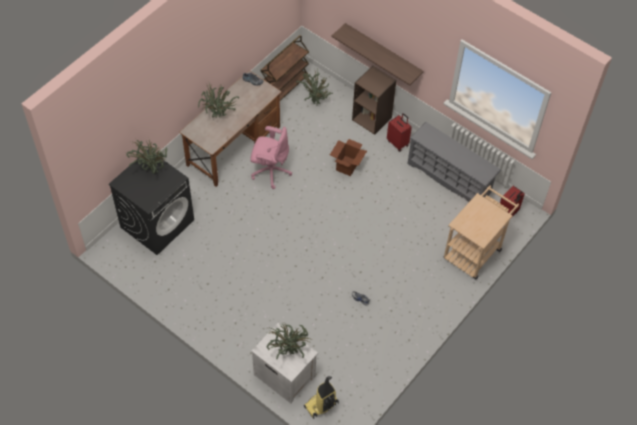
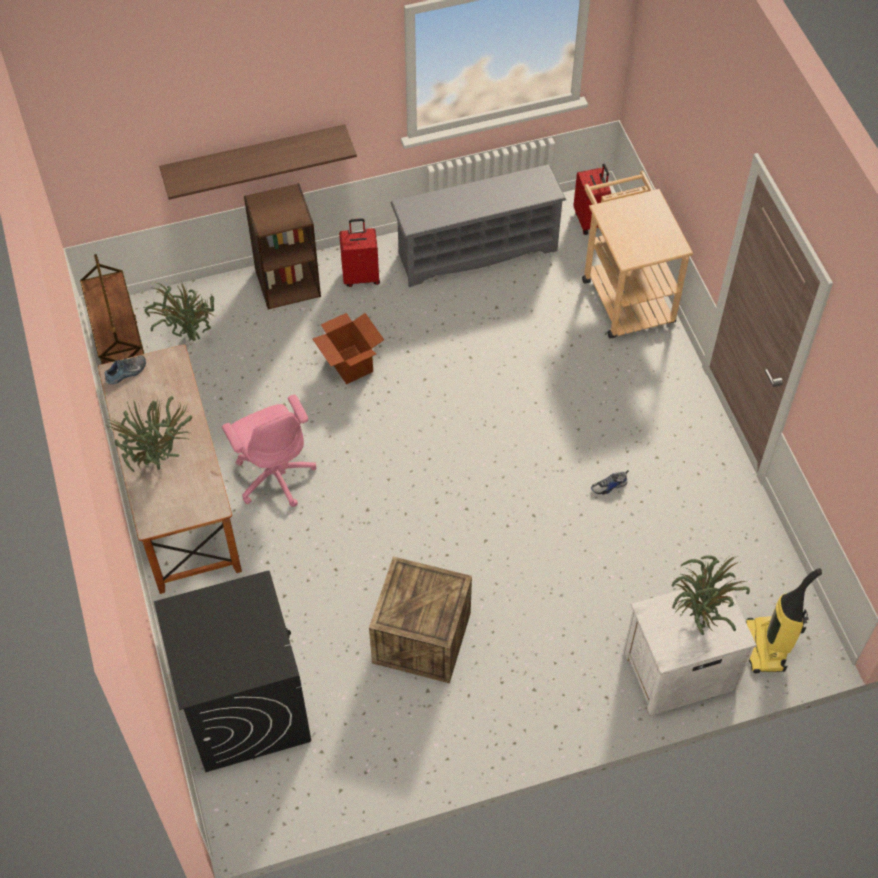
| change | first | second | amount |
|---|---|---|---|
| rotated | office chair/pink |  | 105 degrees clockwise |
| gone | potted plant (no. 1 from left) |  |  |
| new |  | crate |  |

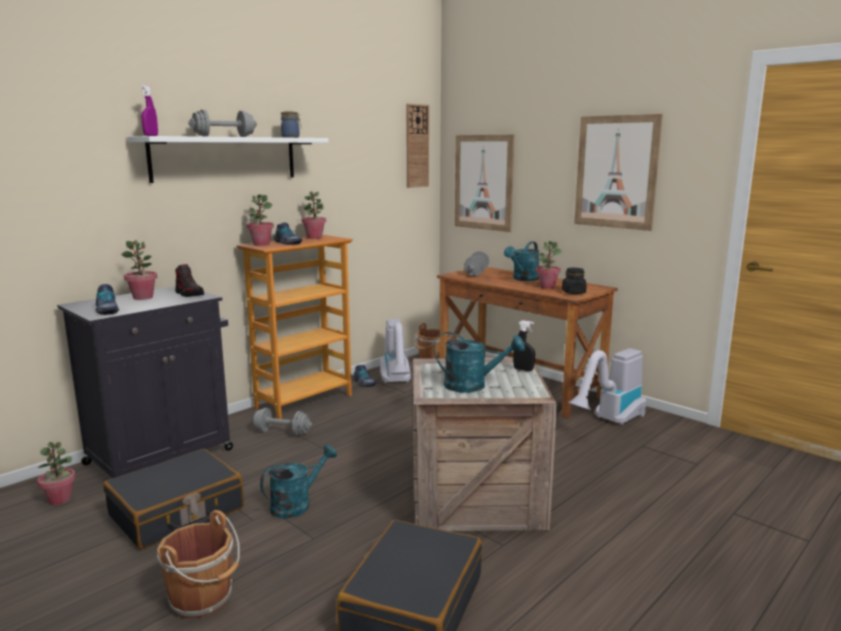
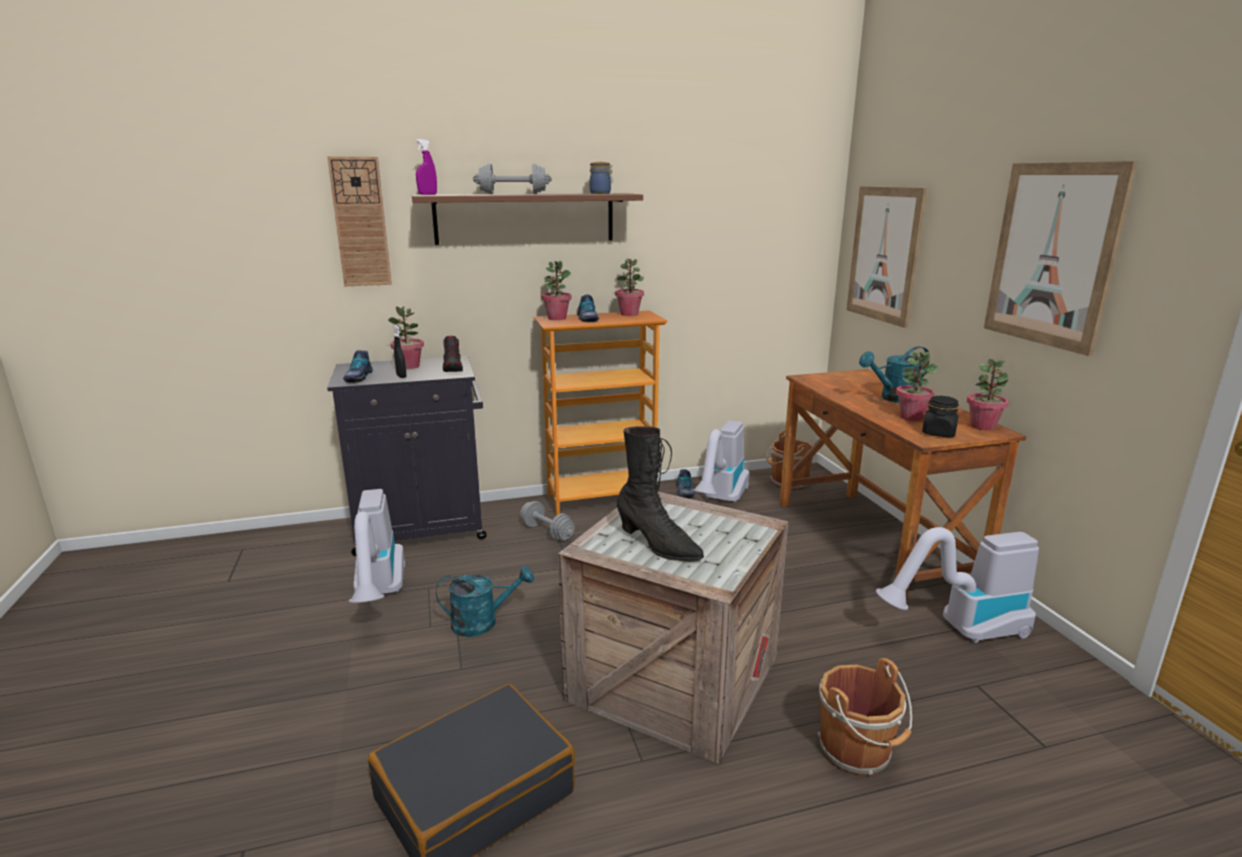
| change | first | second | amount |
|---|---|---|---|
| shifted | wall clock |  |  |
| repainted | shelf/white | shelf/brown |  |
| gone | dumbbell/grey (no. 3 from left) |  |  |
| shifted | spray bottle/black |  |  |
| swapped | watering can/turquoise (no. 2 from left) | boot/black |  |
| shifted | potted plant (no. 1 from left in the first image) | potted plant (no. 5 from left) |  |
| swapped | suitcase/black (no. 1 from left) | vacuum cleaner (no. 1 from left) |  |
| shifted | bucket/brown (no. 1 from left in the first image) | bucket/brown (no. 2 from left) |  |

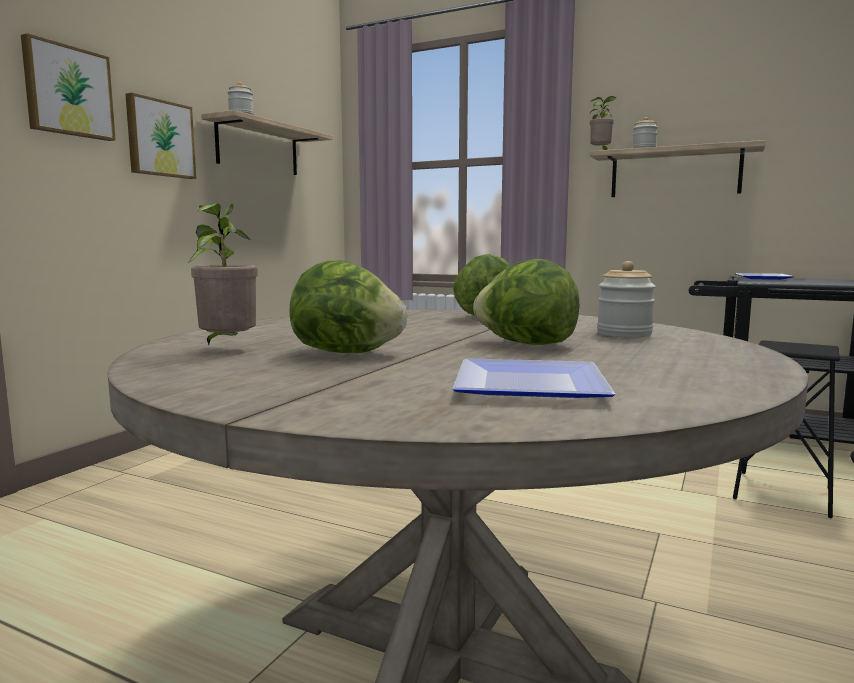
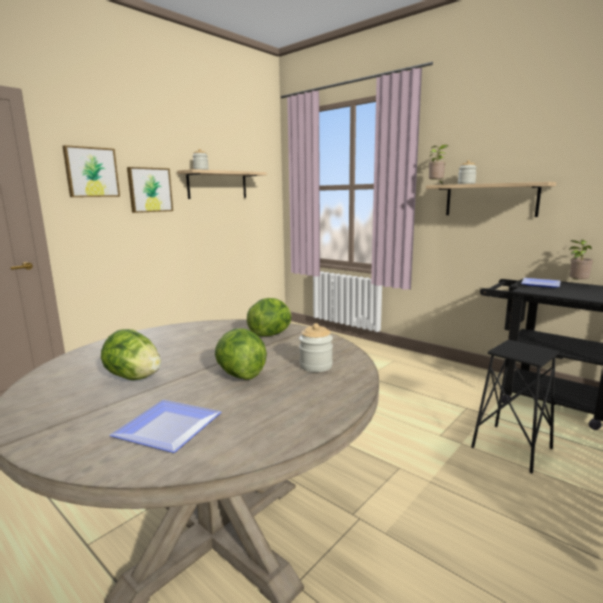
| change | first | second | amount |
|---|---|---|---|
| shifted | potted plant (no. 1 from left in the first image) | potted plant (no. 2 from left) |  |

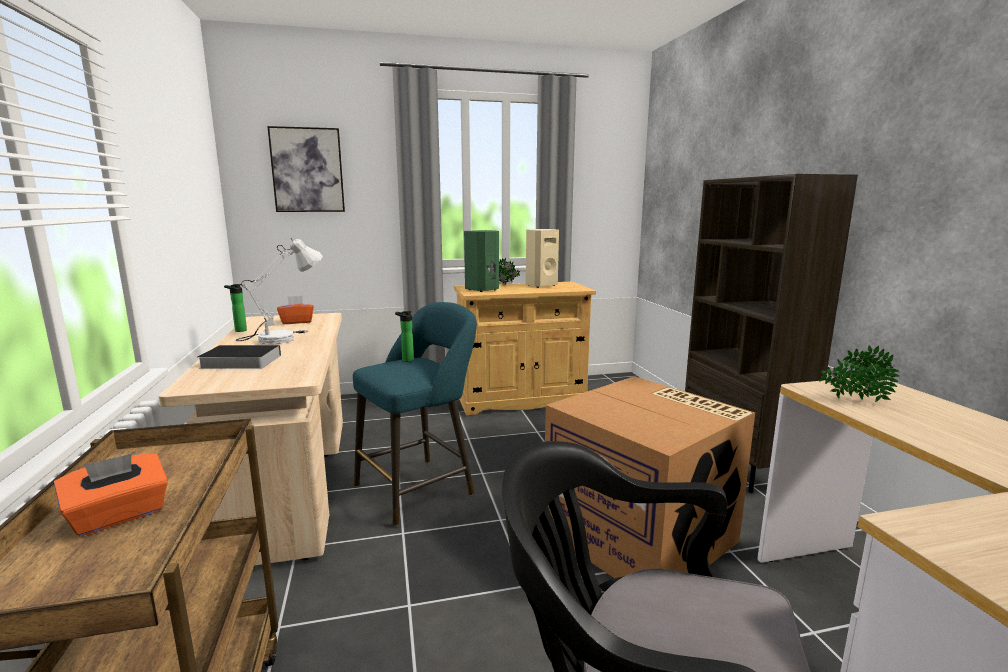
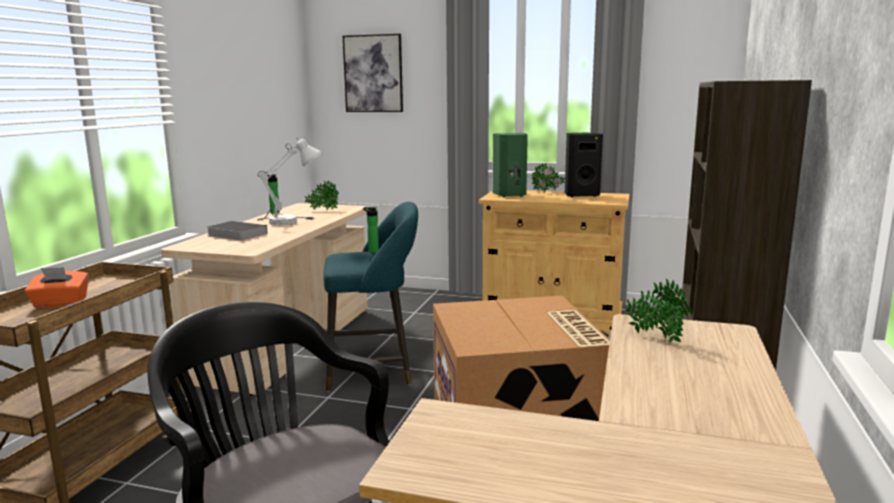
| change | first | second | amount |
|---|---|---|---|
| repainted | speaker/beige | speaker/black |  |
| swapped | tissue box/orange (no. 2 from left) | potted plant (no. 1 from left) |  |

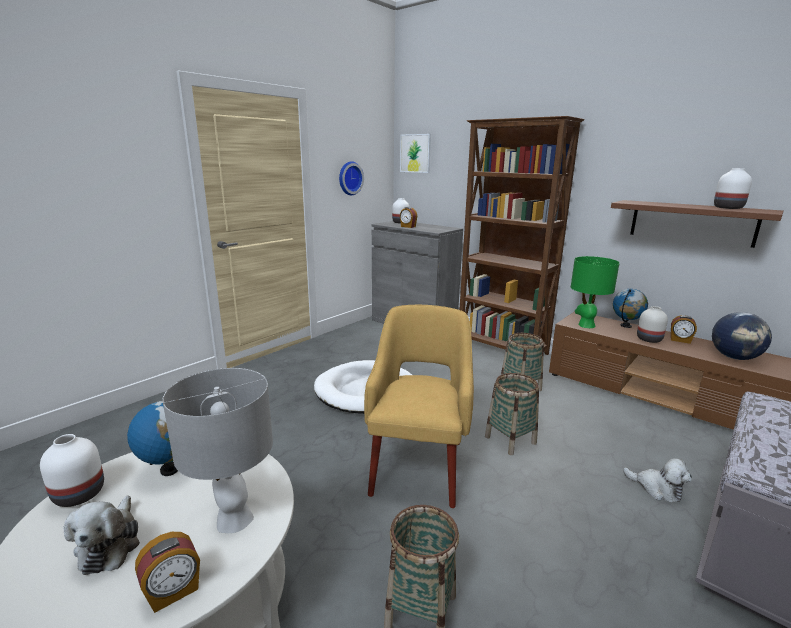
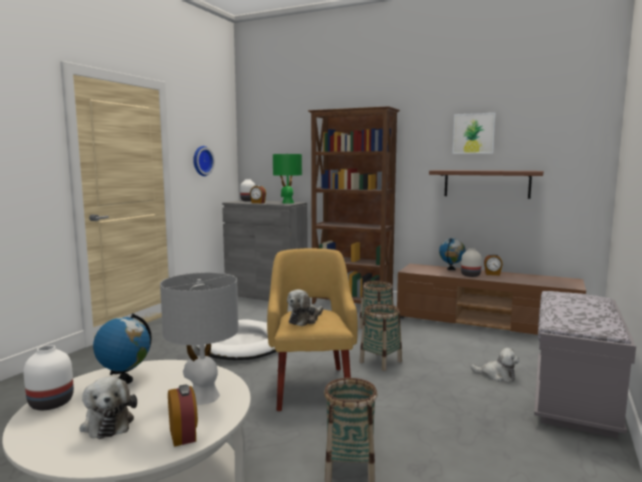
| change | first | second | amount |
|---|---|---|---|
| shifted | picture |  |  |
| gone | vase/white (no. 4 from left) |  |  |
| shifted | table lamp/green |  |  |
| gone | globe (no. 3 from left) |  |  |
| rotated | alarm clock (no. 1 from left) |  | 60 degrees counterclockwise |
| new |  | plush toy (no. 2 from left) |  |

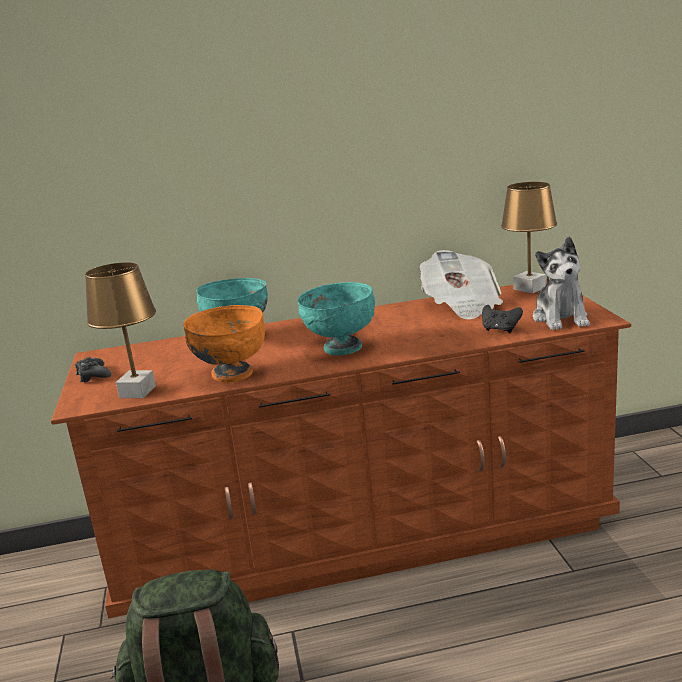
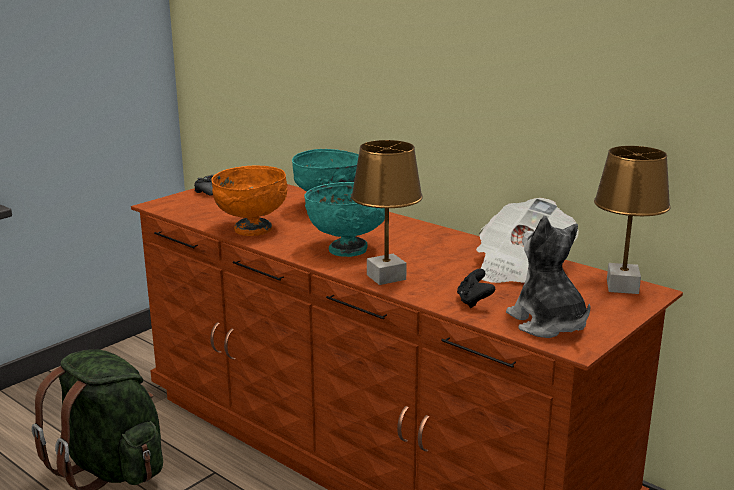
| change | first | second | amount |
|---|---|---|---|
| rotated | plush toy |  | 105 degrees clockwise |
| shifted | table lamp/brown (no. 1 from left) |  |  |

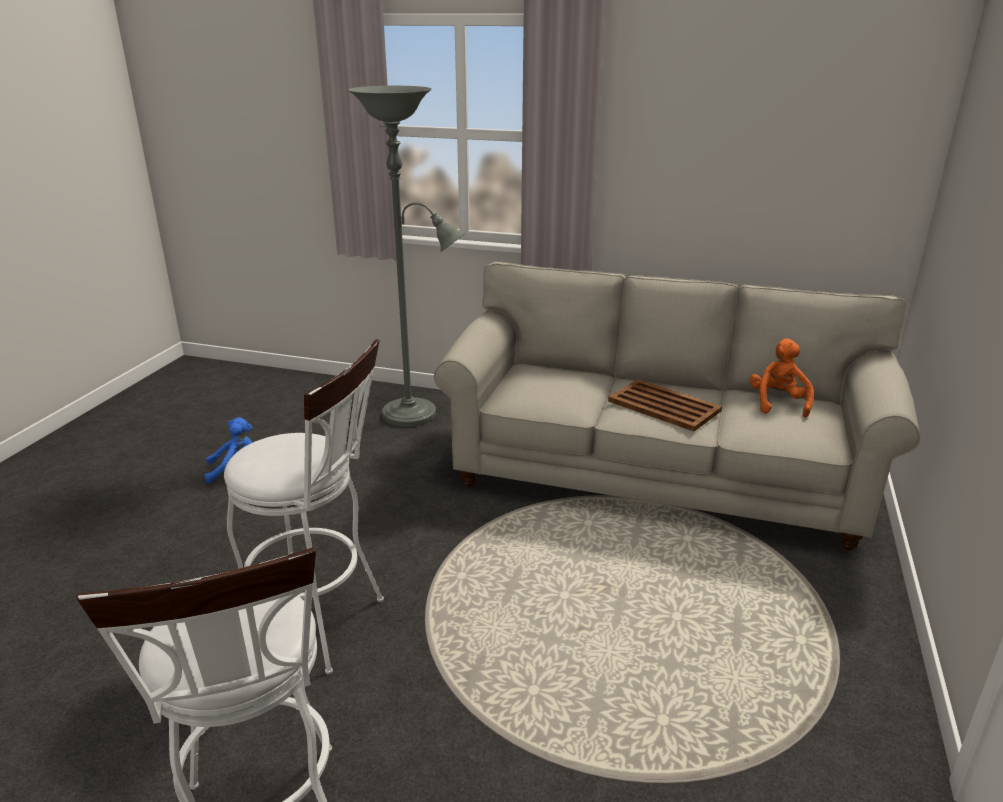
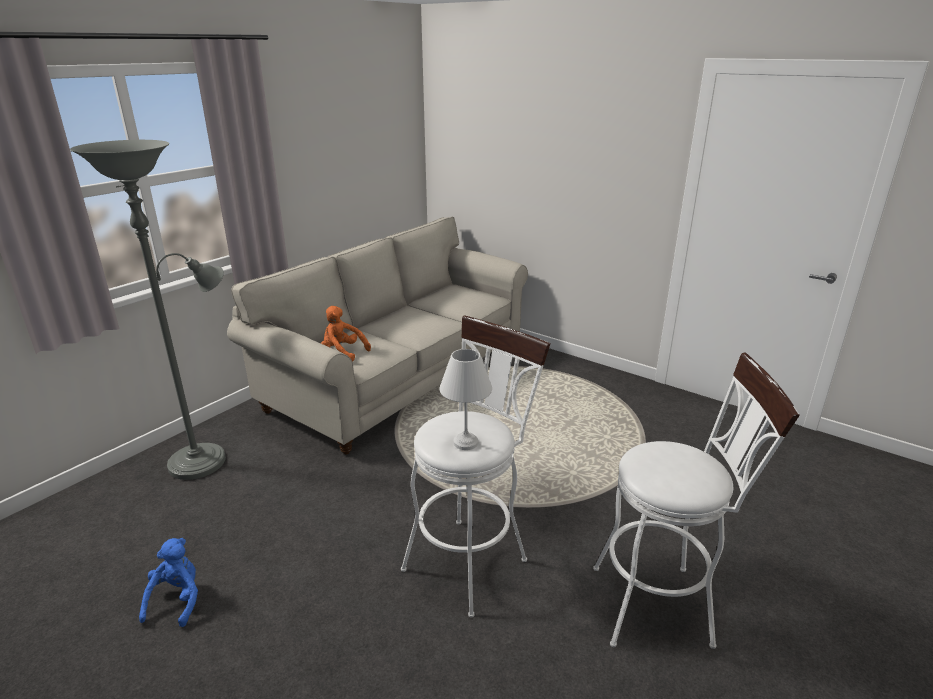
| change | first | second | amount |
|---|---|---|---|
| shifted | plush toy/orange |  |  |
| gone | tray/brown |  |  |
| new |  | table lamp/white |  |

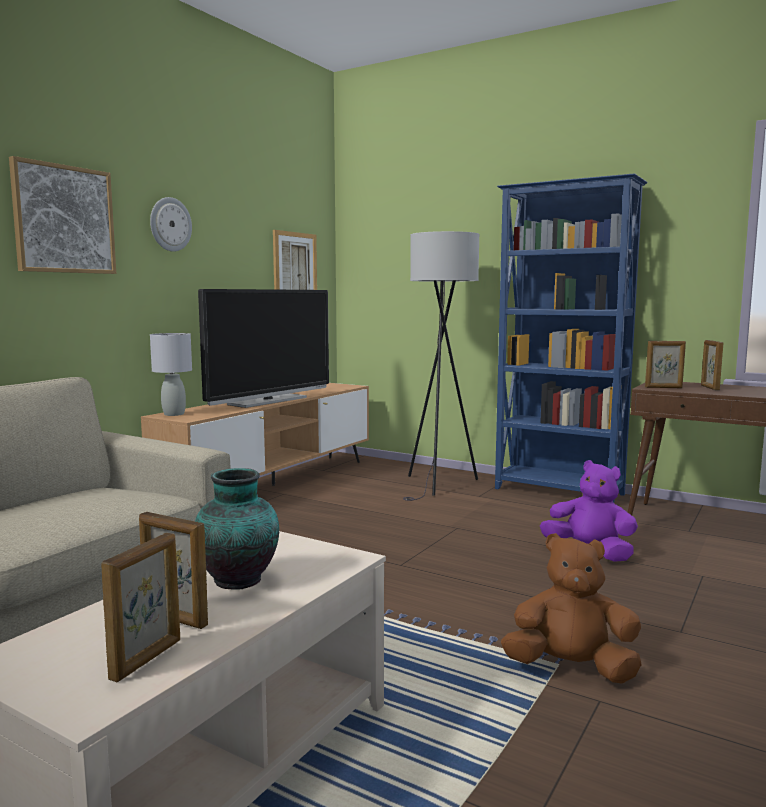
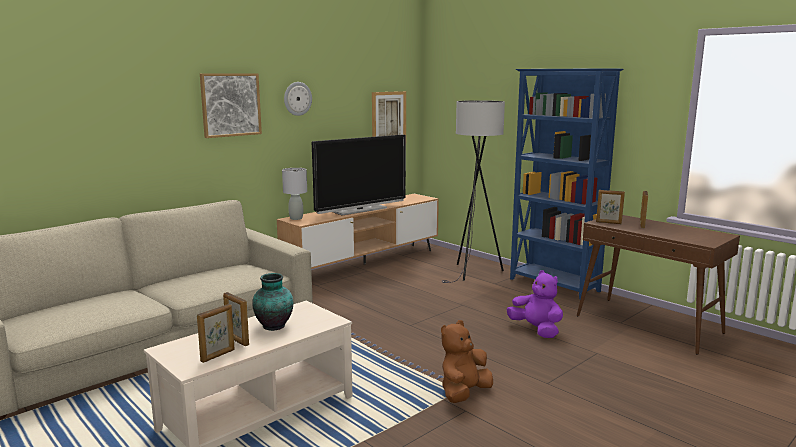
| change | first | second | amount |
|---|---|---|---|
| rotated | plush toy/brown |  | 75 degrees counterclockwise |

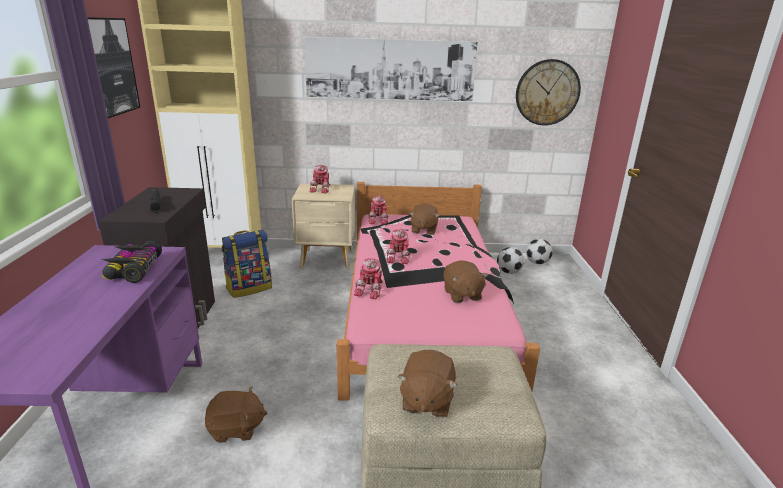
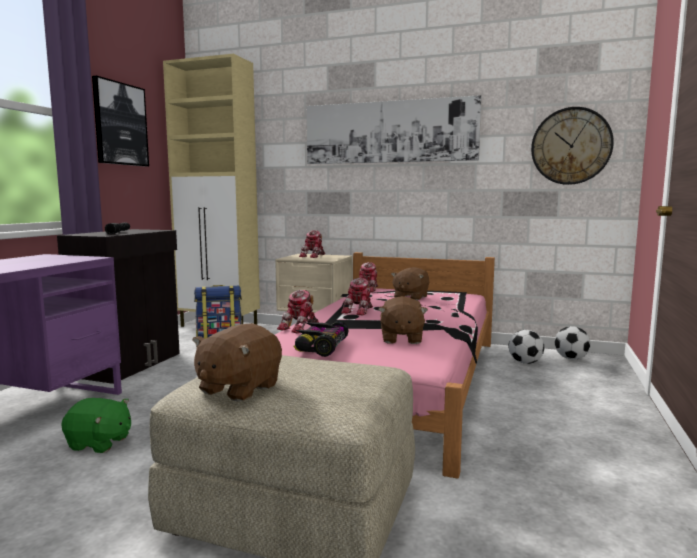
| change | first | second | amount |
|---|---|---|---|
| shifted | toy car |  |  |
| repainted | plush toy/brown (no. 1 from left) | plush toy/green |  |

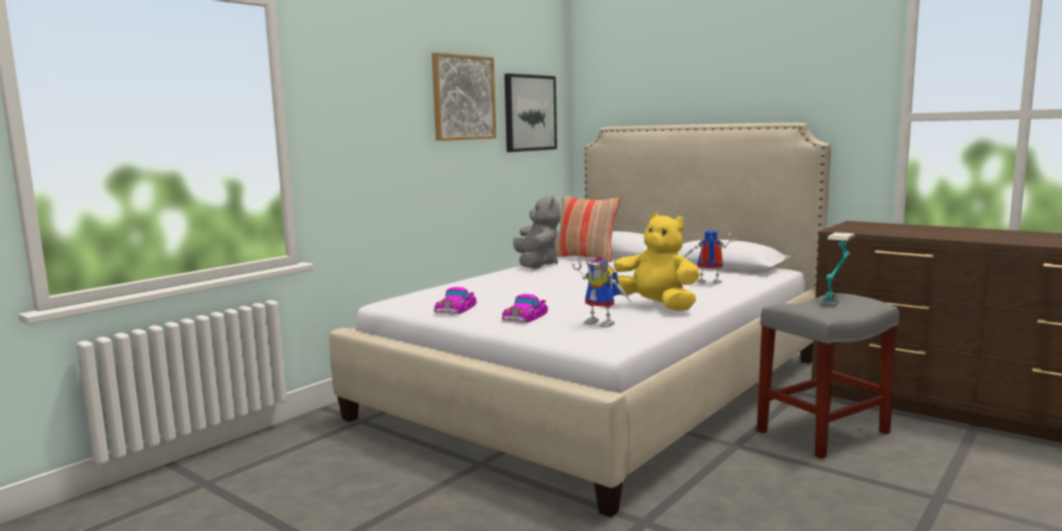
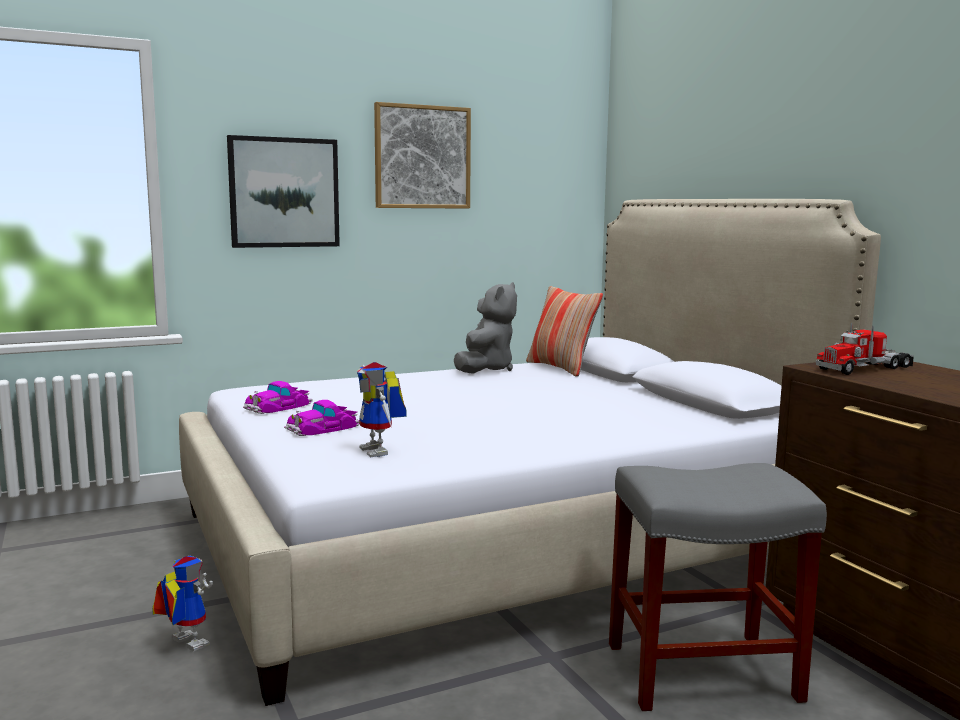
| change | first | second | amount |
|---|---|---|---|
| shifted | picture (no. 2 from left in the first image) | picture (no. 1 from left) |  |
| gone | plush toy/yellow |  |  |
| shifted | toy robot (no. 2 from left in the first image) | toy robot (no. 1 from left) |  |
| gone | table lamp |  |  |
| new |  | toy truck |  |

